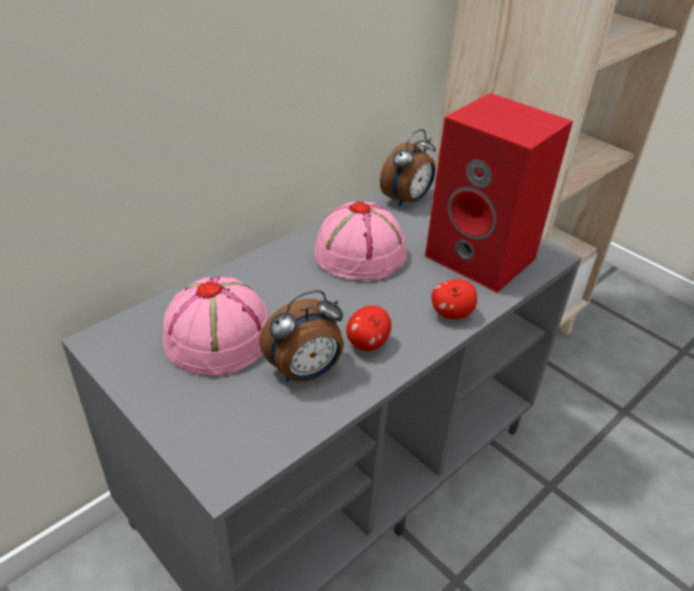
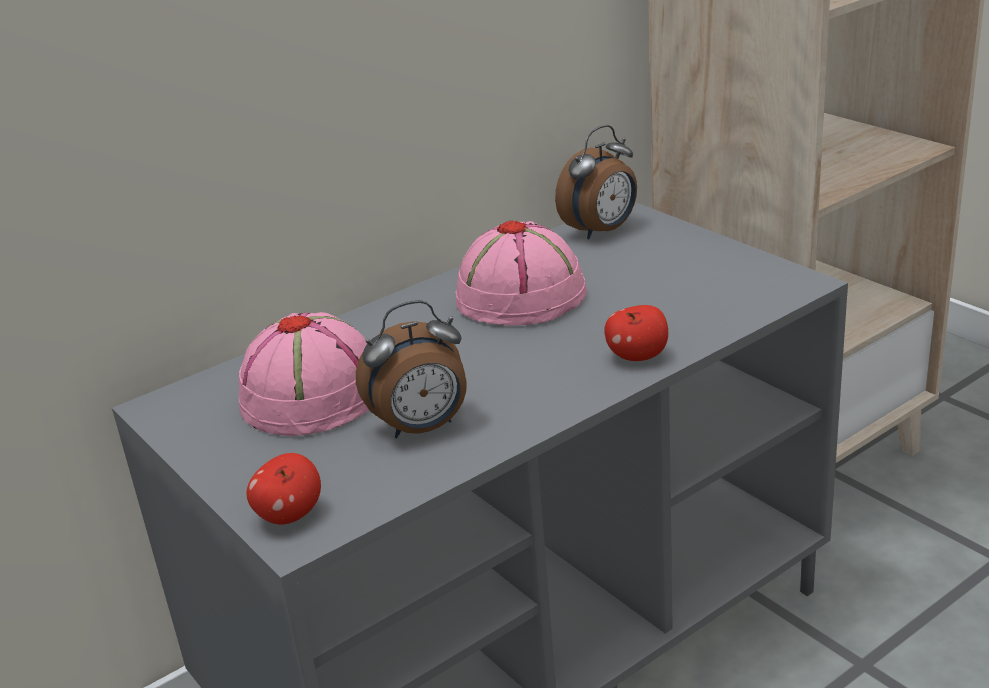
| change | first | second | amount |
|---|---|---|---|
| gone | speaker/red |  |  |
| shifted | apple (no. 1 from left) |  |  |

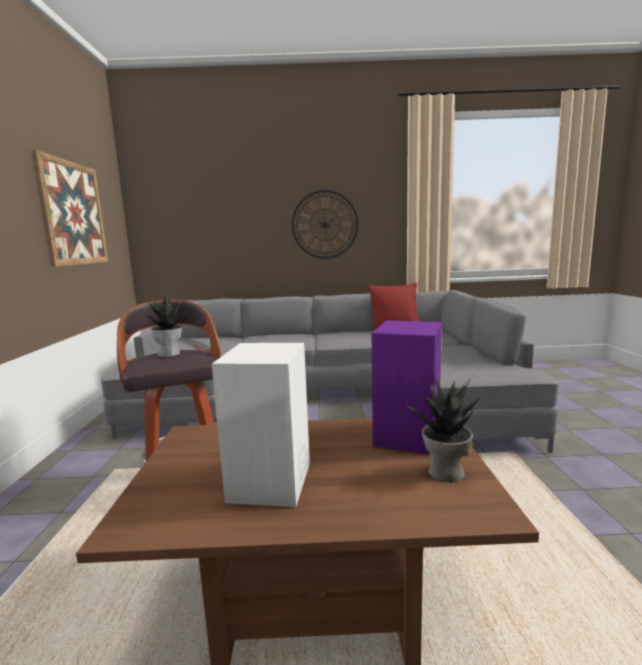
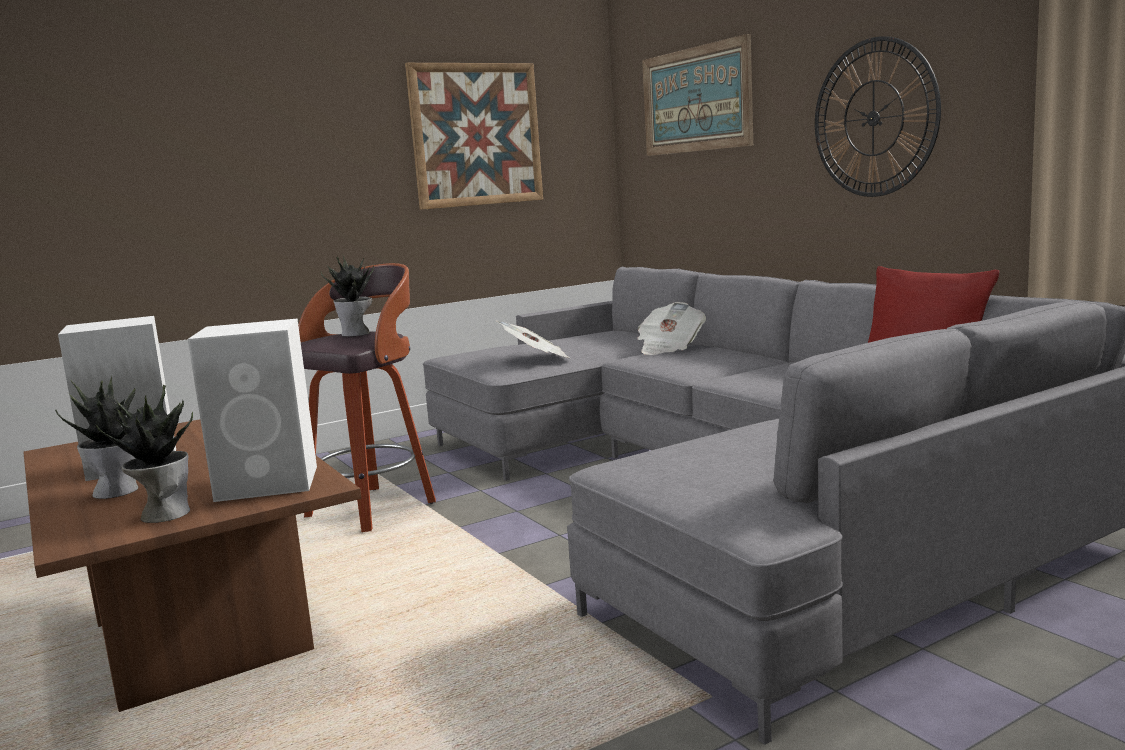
| change | first | second | amount |
|---|---|---|---|
| repainted | speaker/purple | speaker/white (no. 2 from left) |  |
| new |  | picture (no. 2 from left) |  |
| new |  | newspaper (no. 2 from left) |  |
| new |  | potted plant (no. 1 from left) |  |

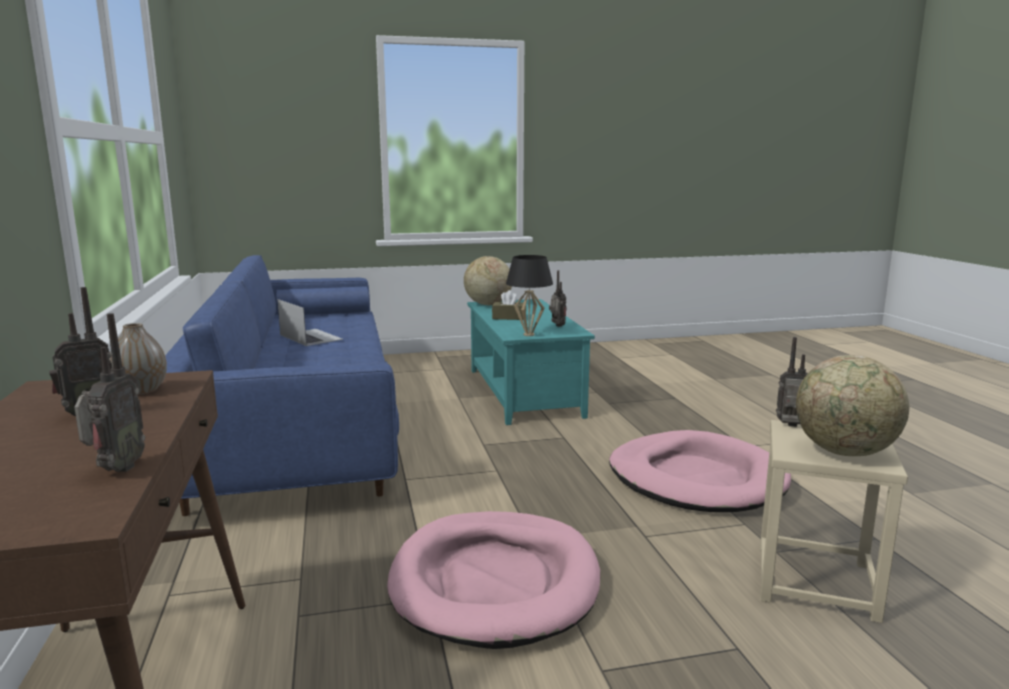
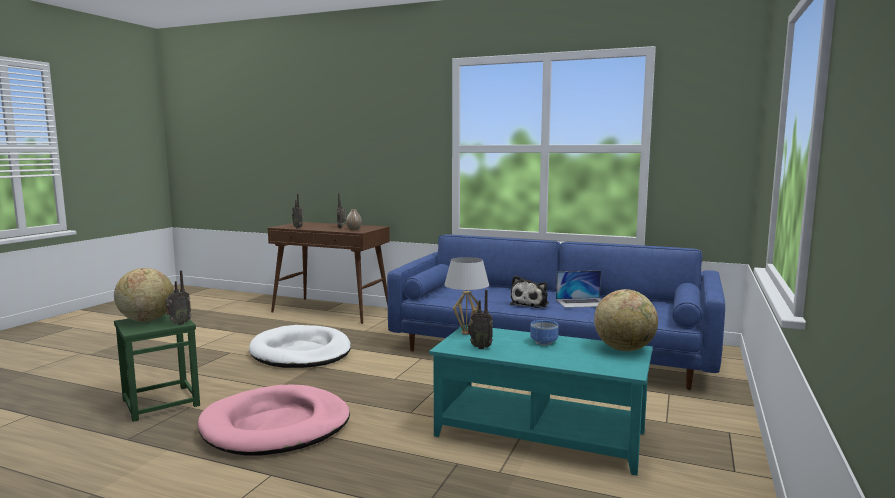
| change | first | second | amount |
|---|---|---|---|
| repainted | table lamp/black | table lamp/white |  |
| swapped | tissue box/brown | bowl |  |
| repainted | stool/beige | stool/green |  |
| repainted | dog bed/pink (no. 1 from left) | dog bed/white |  |
| new |  | plush toy |  |

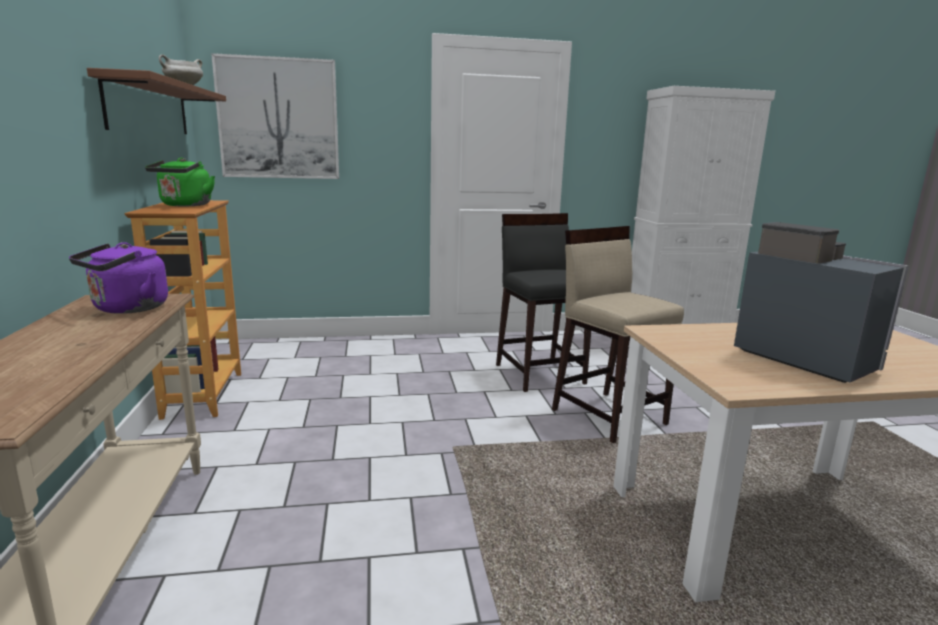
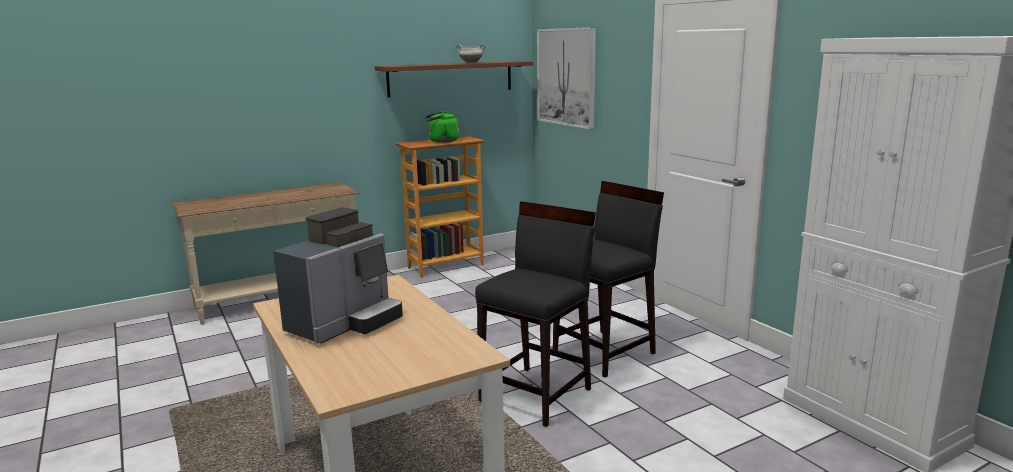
| change | first | second | amount |
|---|---|---|---|
| repainted | stool/beige | stool/black (no. 1 from left) |  |
| gone | kettle/purple |  |  |

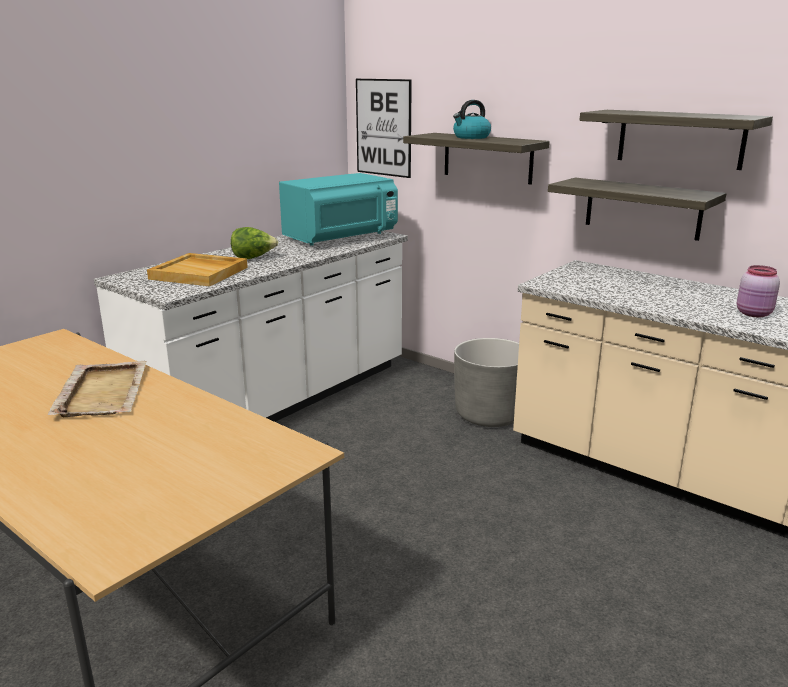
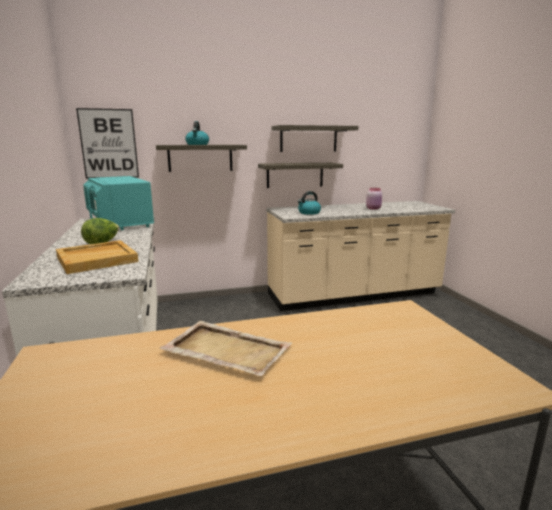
| change | first | second | amount |
|---|---|---|---|
| rotated | microwave/turquoise |  | 150 degrees clockwise |
| gone | planter/grey |  |  |
| new |  | kettle (no. 2 from left) |  |

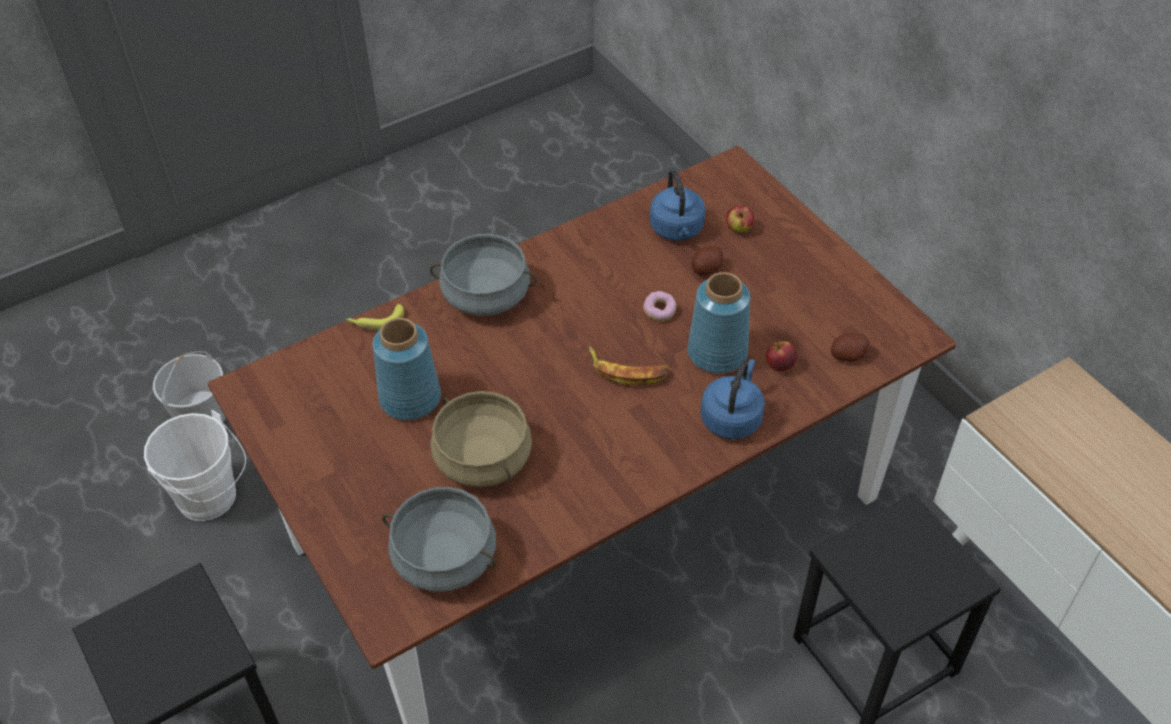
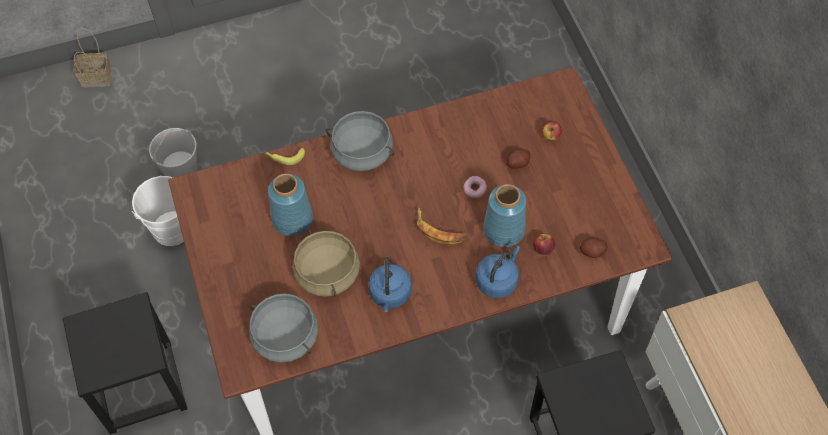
| change | first | second | amount |
|---|---|---|---|
| shifted | kettle/blue (no. 1 from left) |  |  |
| new |  | basket |  |

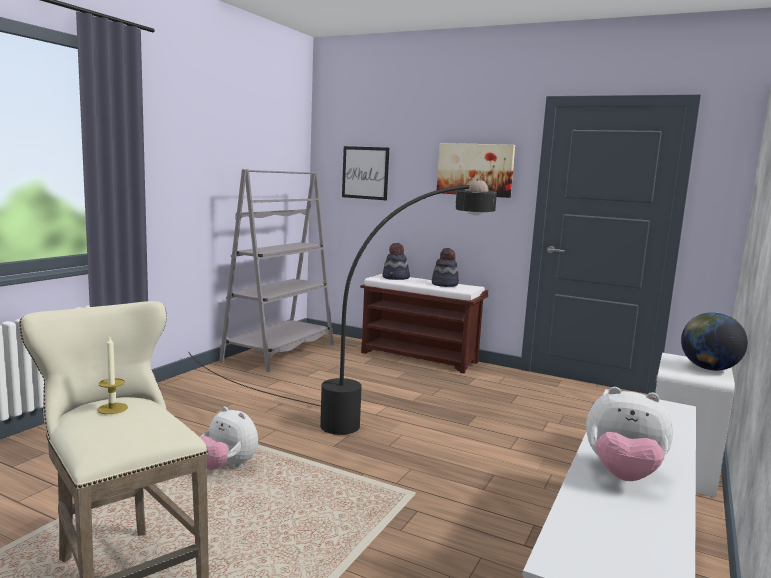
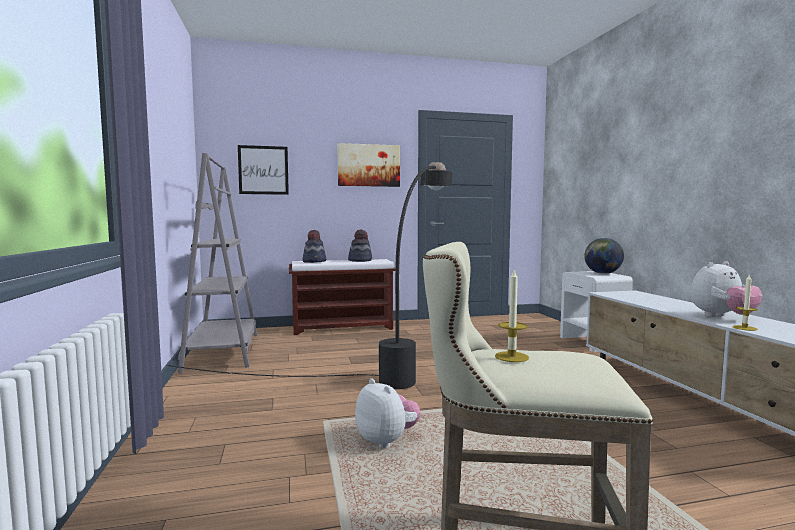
| change | first | second | amount |
|---|---|---|---|
| rotated | plush toy (no. 1 from left) |  | 120 degrees counterclockwise |
| new |  | candle (no. 2 from left) |  |

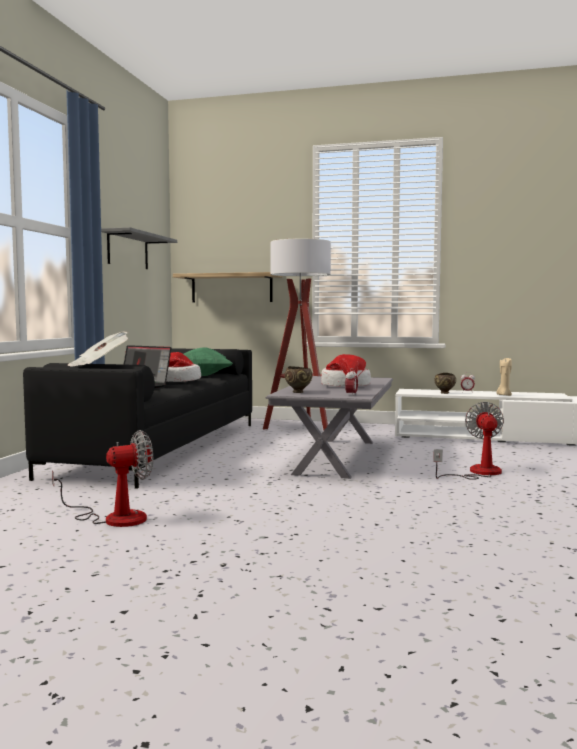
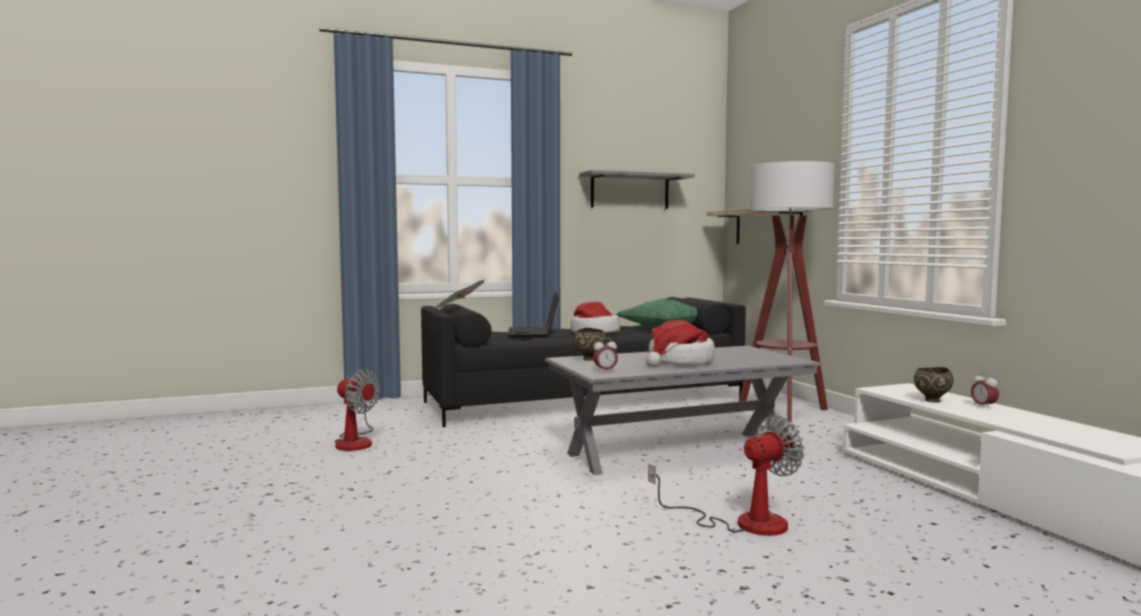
| change | first | second | amount |
|---|---|---|---|
| gone | candle/beige |  |  |

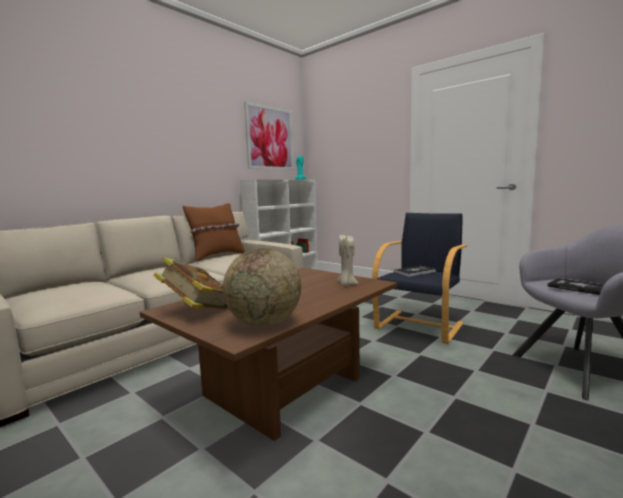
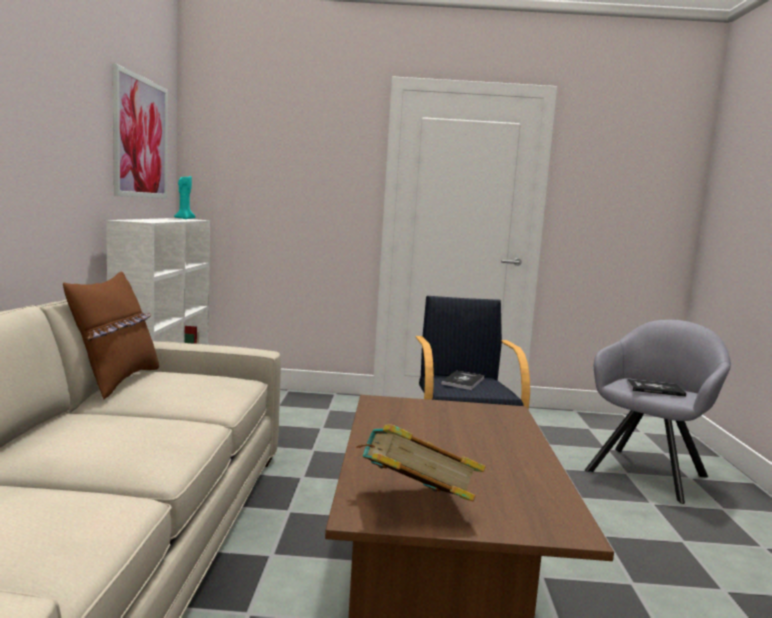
| change | first | second | amount |
|---|---|---|---|
| gone | candle/beige |  |  |
| gone | globe |  |  |

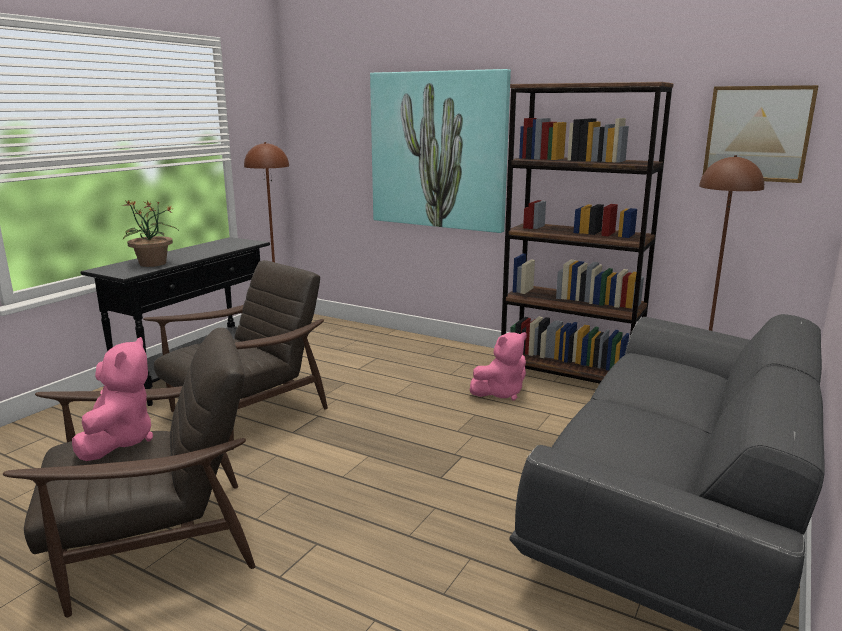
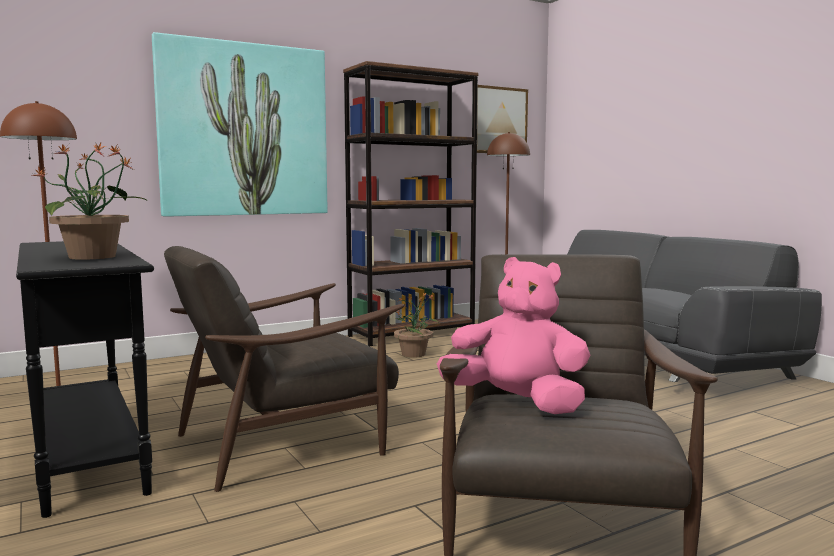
| change | first | second | amount |
|---|---|---|---|
| rotated | armchair/brown (no. 2 from left in the first image) | armchair/brown (no. 1 from left) | 105 degrees counterclockwise |
| swapped | plush toy/pink (no. 2 from left) | potted plant (no. 2 from left) |  |

